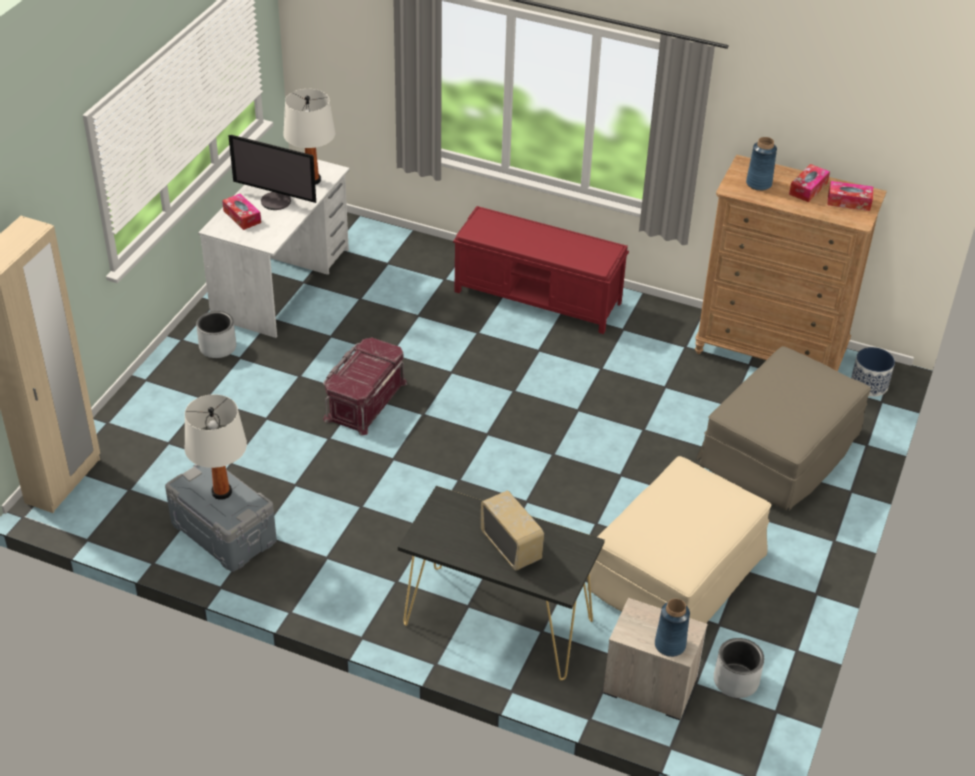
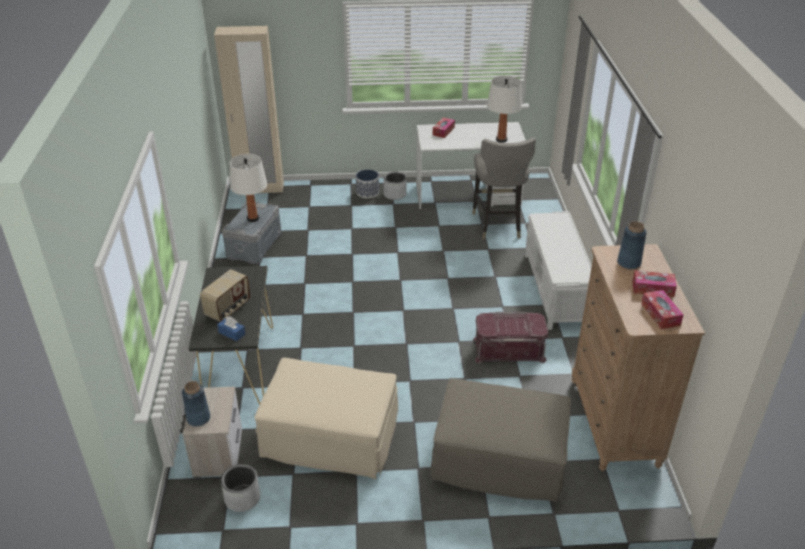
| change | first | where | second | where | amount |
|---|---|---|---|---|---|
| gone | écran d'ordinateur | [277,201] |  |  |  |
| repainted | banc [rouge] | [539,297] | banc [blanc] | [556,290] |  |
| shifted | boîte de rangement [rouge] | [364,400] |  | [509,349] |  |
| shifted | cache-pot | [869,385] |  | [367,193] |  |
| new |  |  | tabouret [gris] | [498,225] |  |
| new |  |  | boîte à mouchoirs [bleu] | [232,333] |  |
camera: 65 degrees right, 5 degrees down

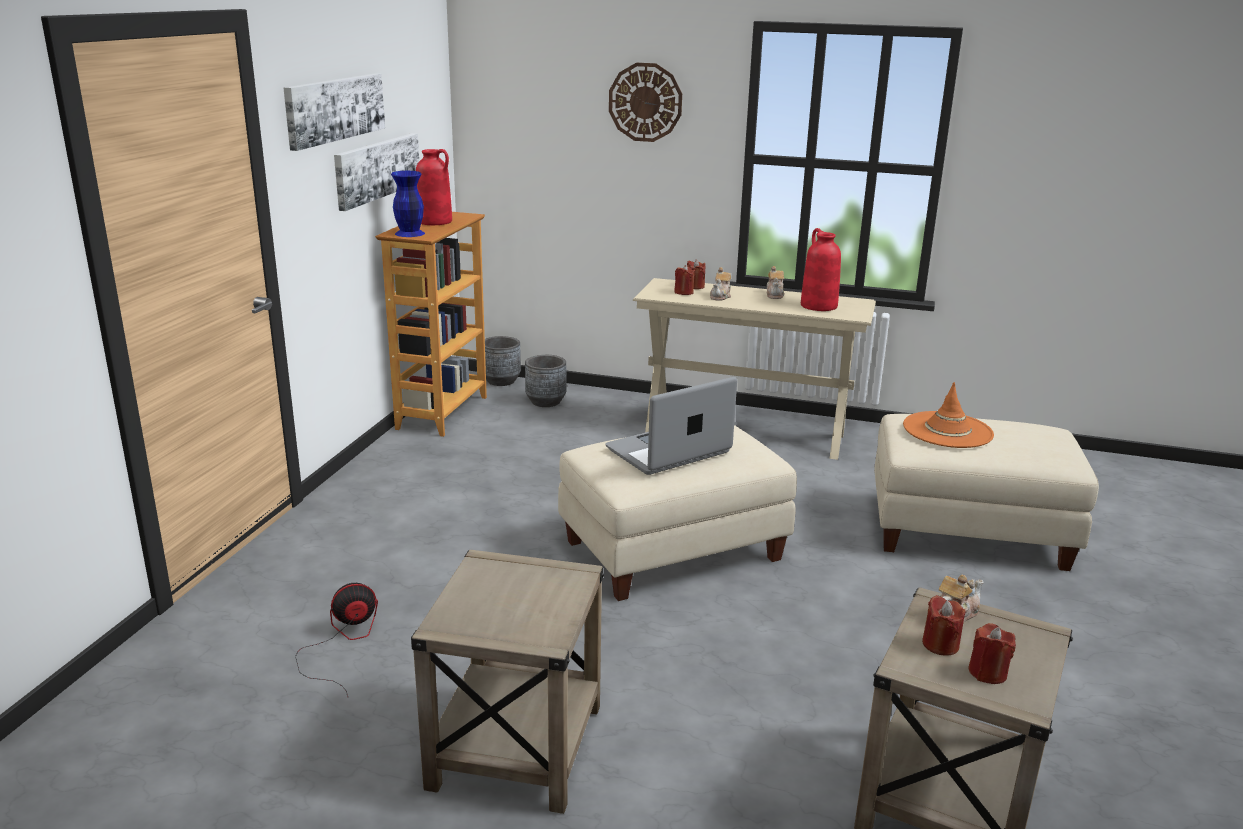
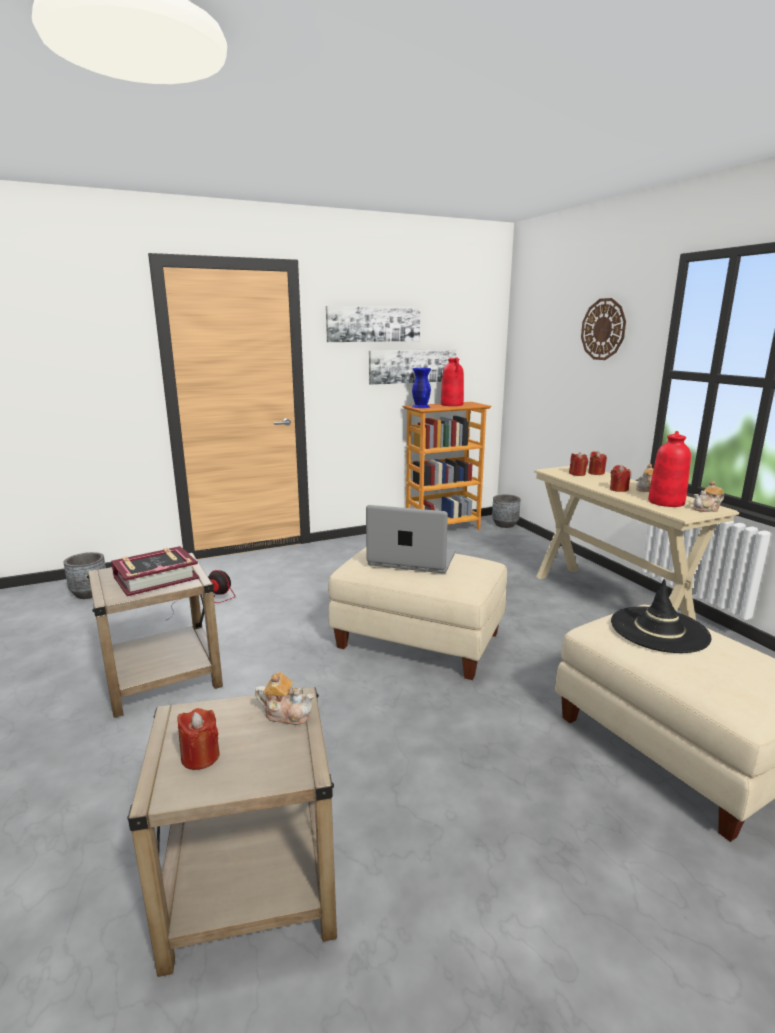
| change | first | where | second | where | amount |
|---|---|---|---|---|---|
| shifted | théière | [720,296] |  | [707,509] |  |
| shifted | cache-pot [gris] | [546,401] |  | [90,593] |  |
| repainted | chapeau [orange] | [947,430] | chapeau [noir] | [659,630] |  |
| shifted | bougie [rouge] | [940,644] |  | [618,489] |  |
| new |  |  | livre | [156,578] |  |
camera: 50 degrees right, 5 degrees down

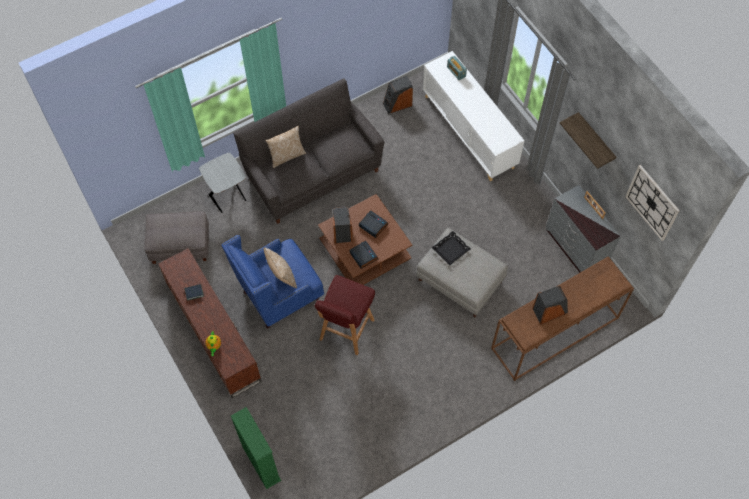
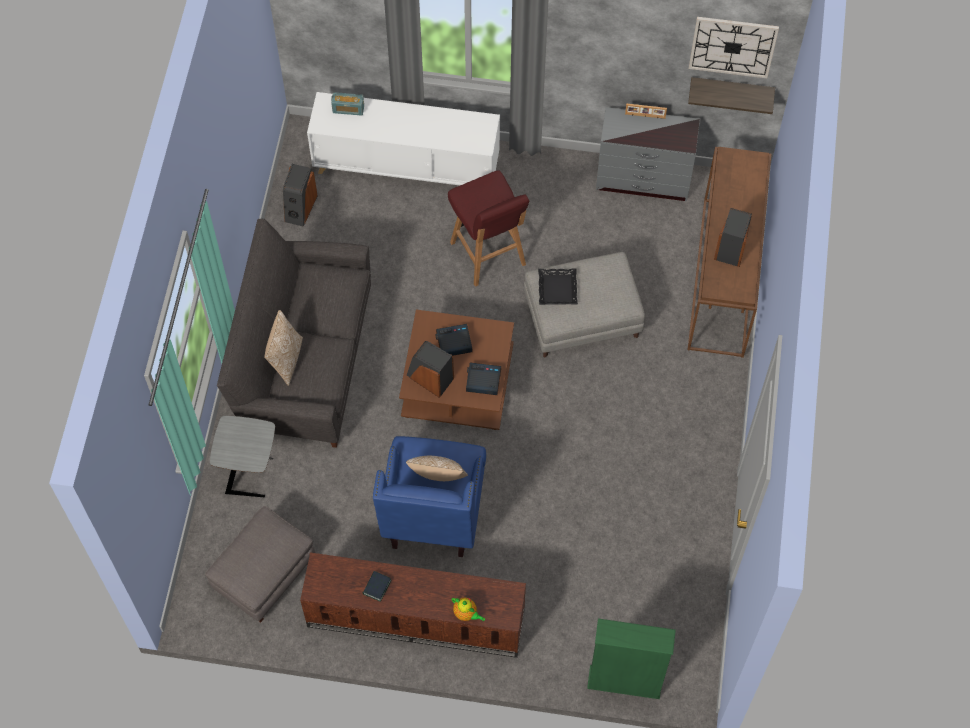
| change | first | where | second | where | amount |
|---|---|---|---|---|---|
| shifted | étagère | [595,140] |  | [731,91] |  |
| shifted | tabouret [rouge] | [346,331] |  | [488,255] |  |
camera: 50 degrees left, 0 degrees up

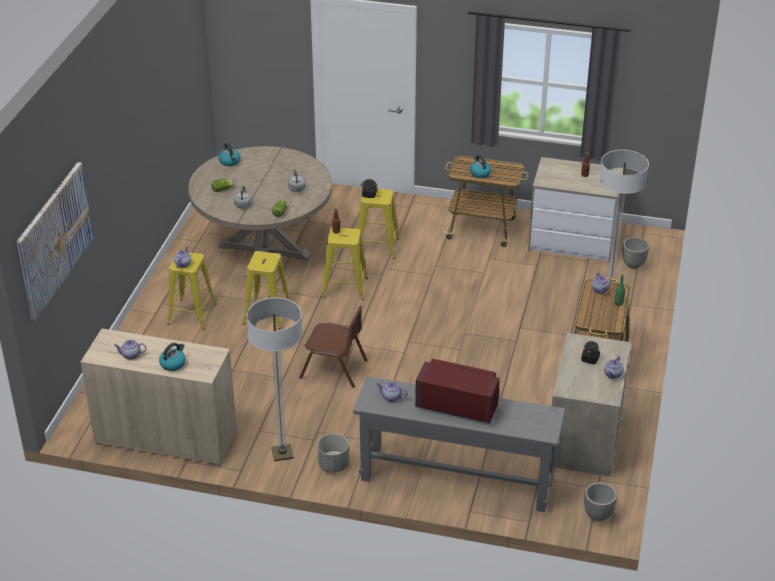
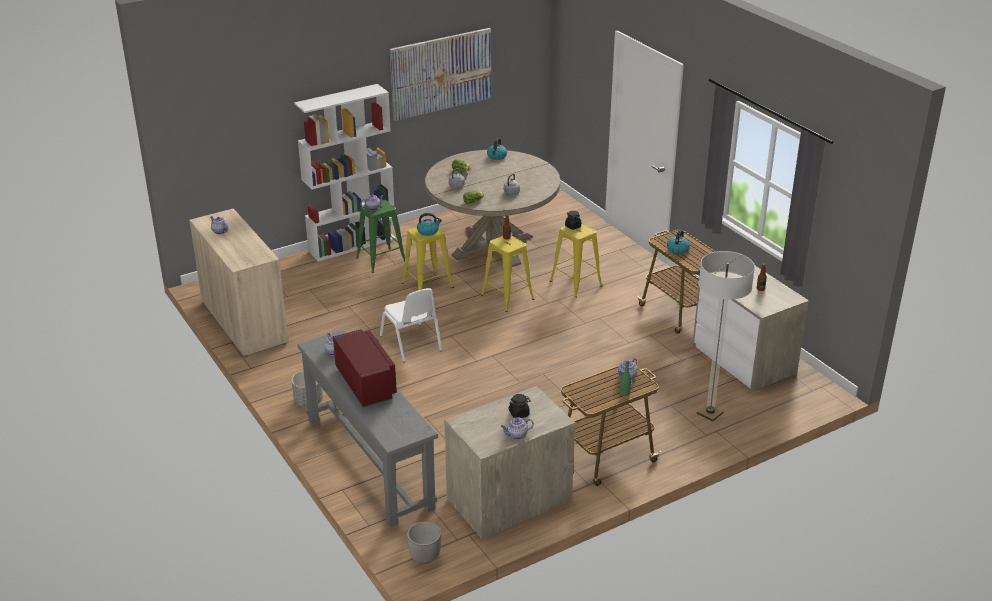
| change | first | where | second | where | amount |
|---|---|---|---|---|---|
| shifted | tableau | [54,239] |  | [441,73] |  |
| gone | cache-pot | [633,264] |  |  |  |
| repainted | tabouret [jaune] | [192,314] | tabouret [vert] | [381,260] |  |
| gone | lampadaire | [282,453] |  |  |  |
| repainted | chaise [marron] | [334,369] | chaise [blanc] | [411,343] |  |
| shifted | bouilloire | [173,364] |  | [428,231] |  |
| new |  |  | bibliothèque [blanc] | [352,244] |  |
camera: 45 degrees right, 5 degrees down

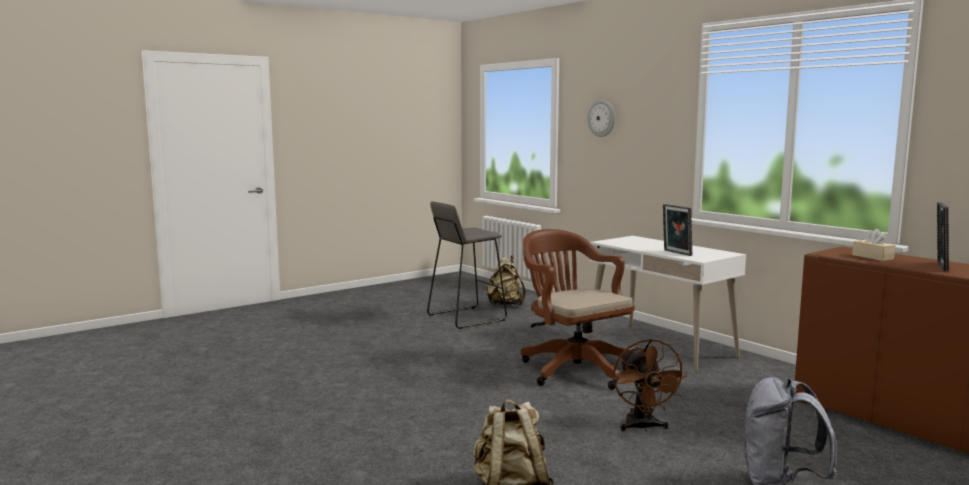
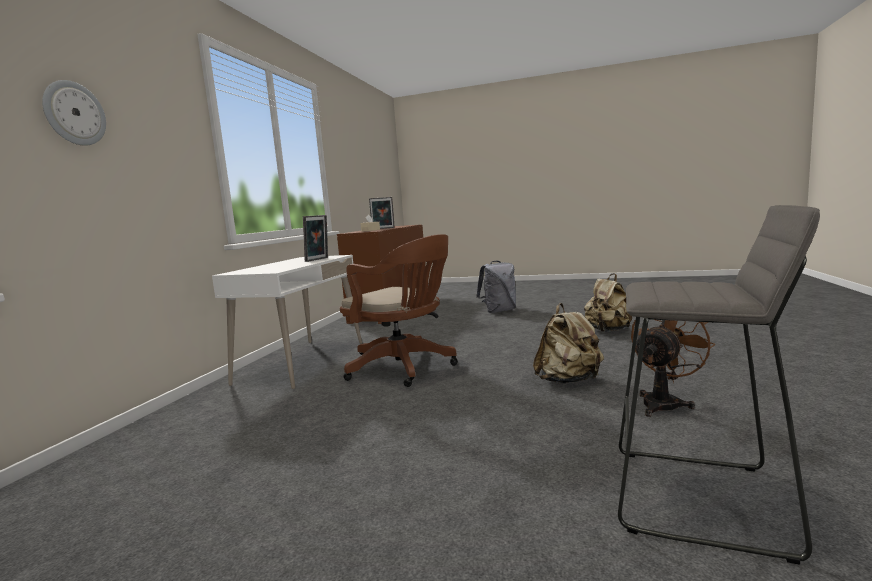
| change | first | where | second | where | amount |
|---|---|---|---|---|---|
| shifted | tabouret [gris] | [466,317] |  | [698,499] |  |
| rotated | chaise de bureau [marron] | [572,368] |  | [404,368] | 75 degrees counterclockwise |
| shifted | sac à dos [beige] | [505,305] |  | [568,381] |  |
| shifted | ventilateur [marron] | [643,427] |  | [664,402] |  |
camera: 125 degrees left, 0 degrees up

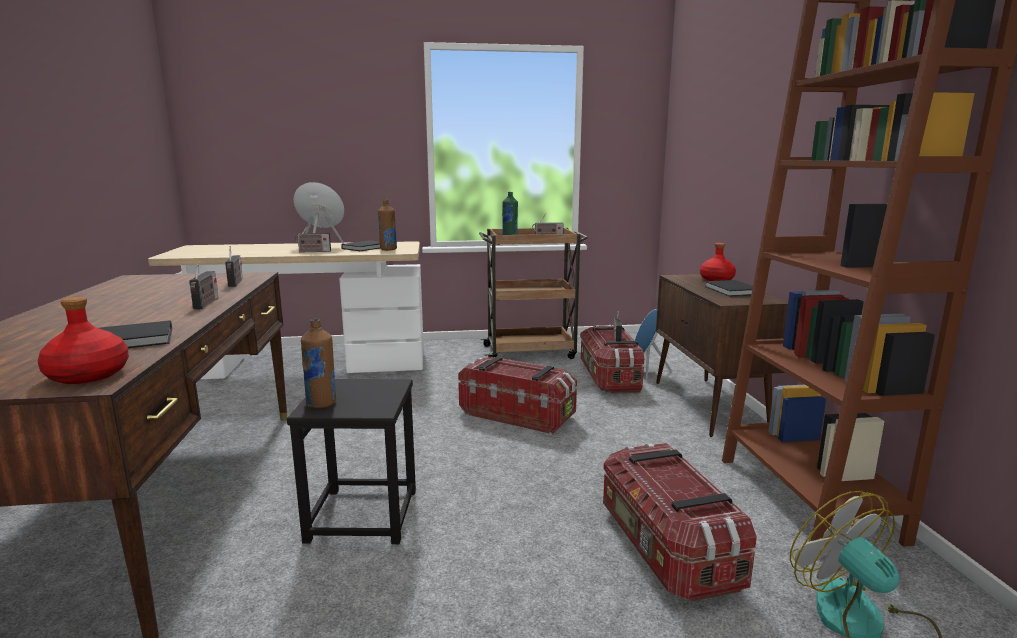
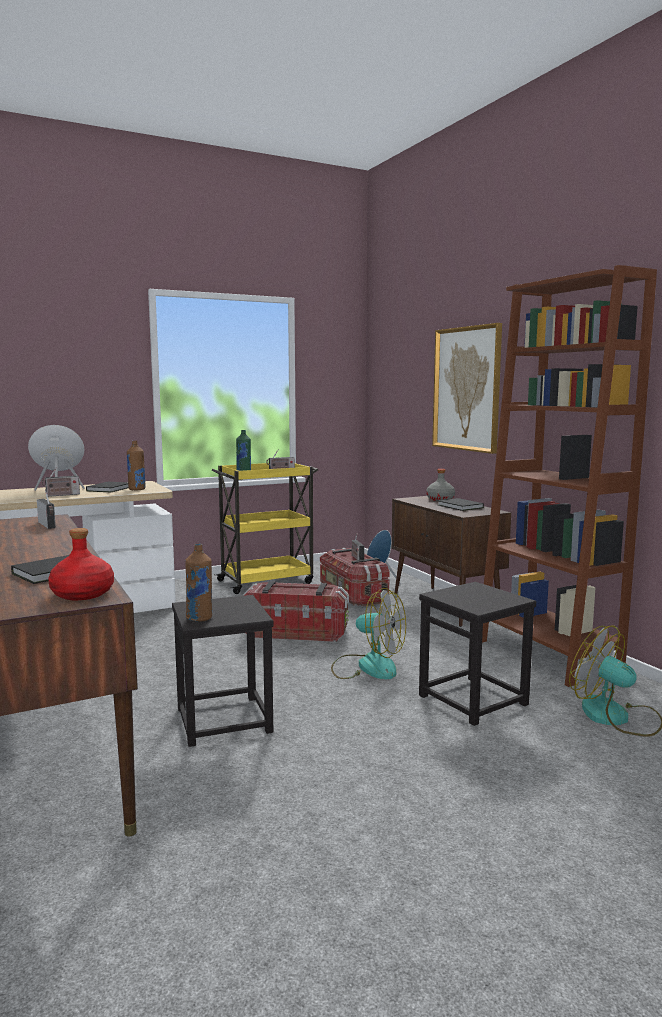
| change | first | where | second | where | amount |
|---|---|---|---|---|---|
| repainted | chariot [marron] | [531,352] | chariot [jaune] | [267,581] |  |
| repainted | bouteille [rouge] | [716,279] | bouteille [gris] | [440,499] |  |
| gone | radio | [206,304] |  |  |  |
| swapped | boîte de rangement | [666,548] | tabouret [noir] | [473,700] |  |
| new |  |  | tableau | [467,389] |  |
| new |  |  | ventilateur | [367,666] |  |
camera: 20 degrees left, 5 degrees down

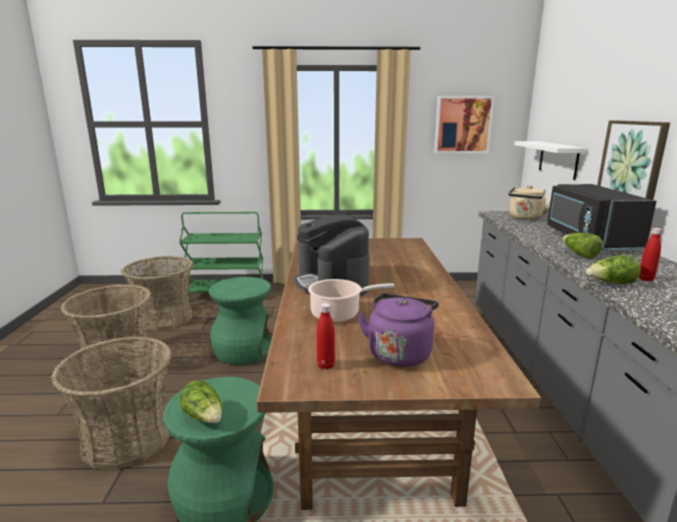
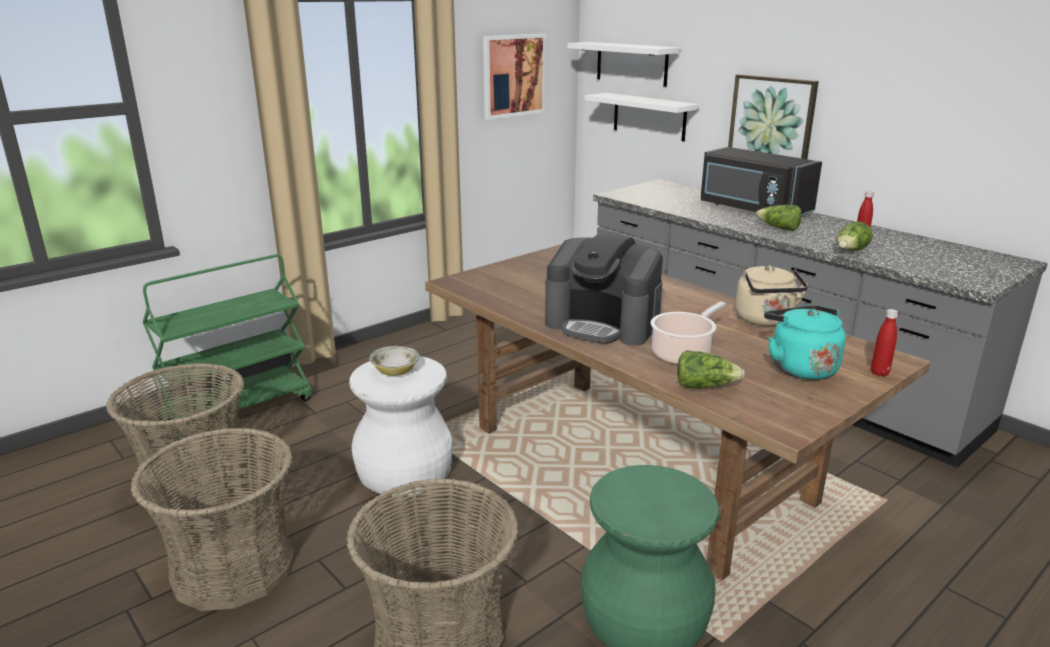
| change | first | where | second | where | amount |
|---|---|---|---|---|---|
| shifted | bouilloire [beige] | [525,218] |  | [765,320] |  |
| repainted | tabouret [vert] | [243,350] | tabouret [blanc] | [403,470] |  |
| repainted | bouilloire [violet] | [400,353] | bouilloire [turquoise] | [799,367] |  |
| shifted | bouteille [rouge] | [326,365] |  | [879,373] |  |
| shifted | laitue | [204,417] |  | [704,386] |  |
| new |  |  | étagère [blanc] | [631,63] |  |
| new |  |  | bol | [395,371] |  |
camera: 40 degrees left, 5 degrees up

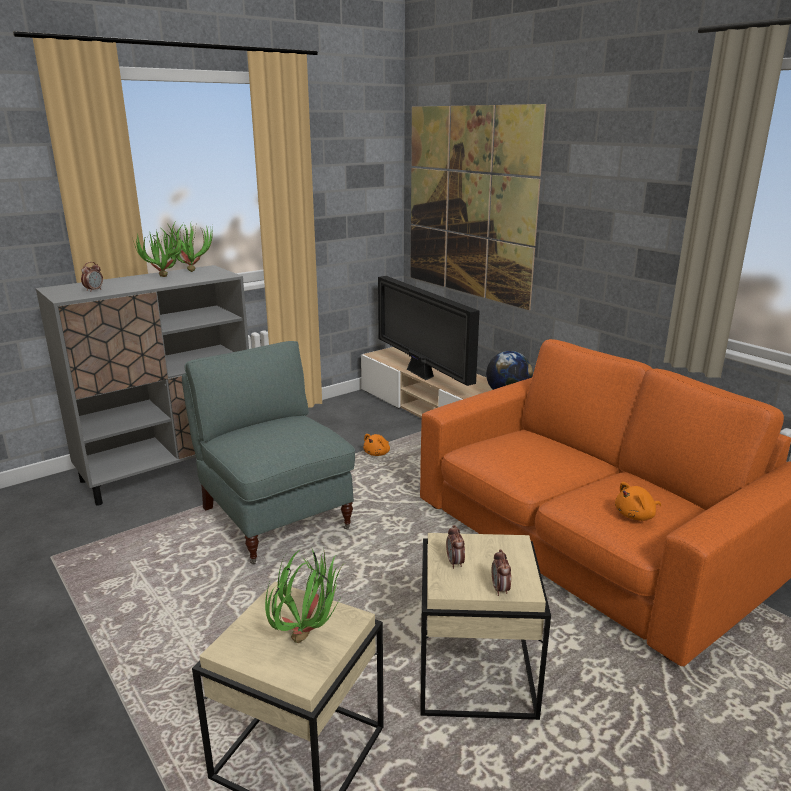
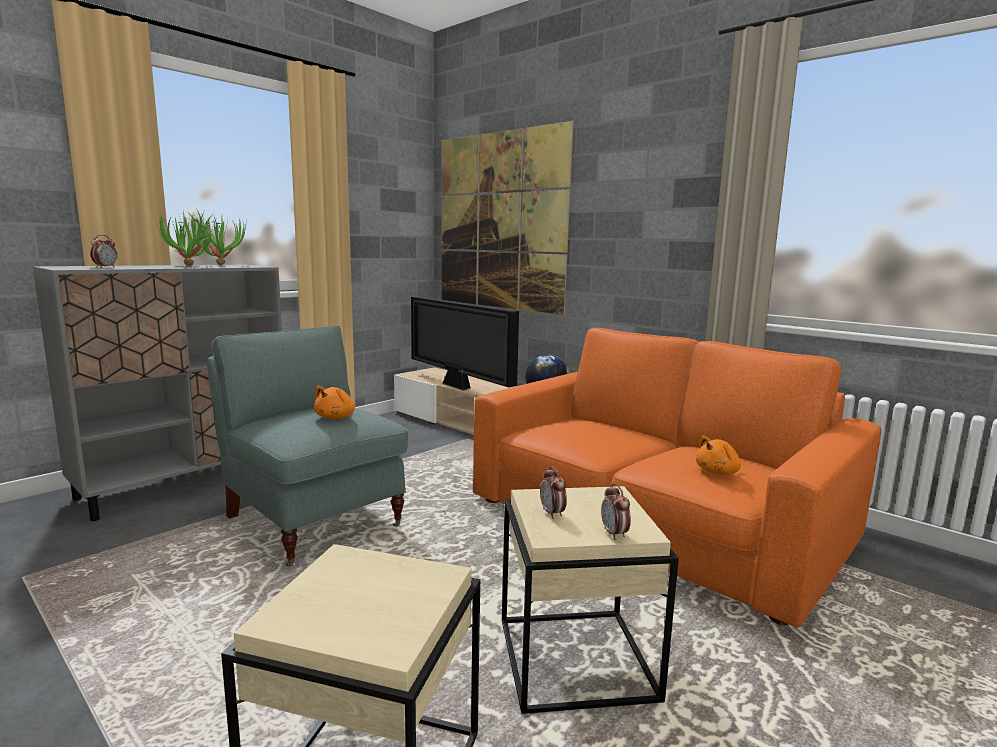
| change | first | where | second | where | amount |
|---|---|---|---|---|---|
| shifted | peluche [orange] | [377,453] |  | [336,417] |  |
| gone | plante en pot | [311,636] |  |  |  |
camera: 10 degrees left, 10 degrees down

